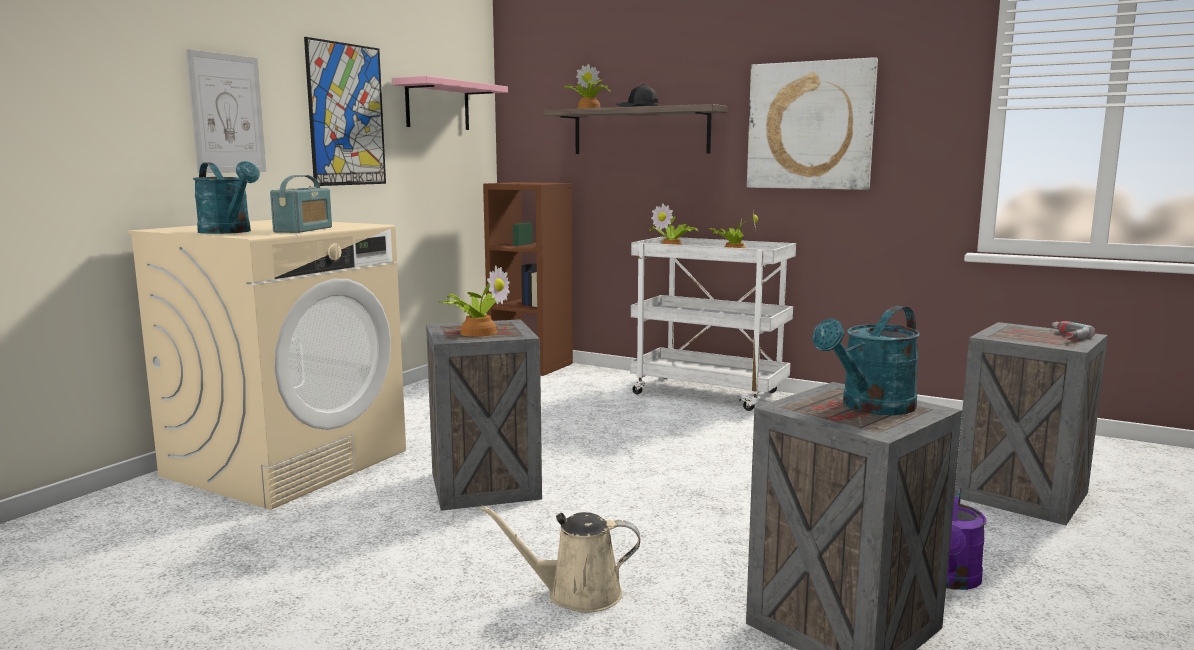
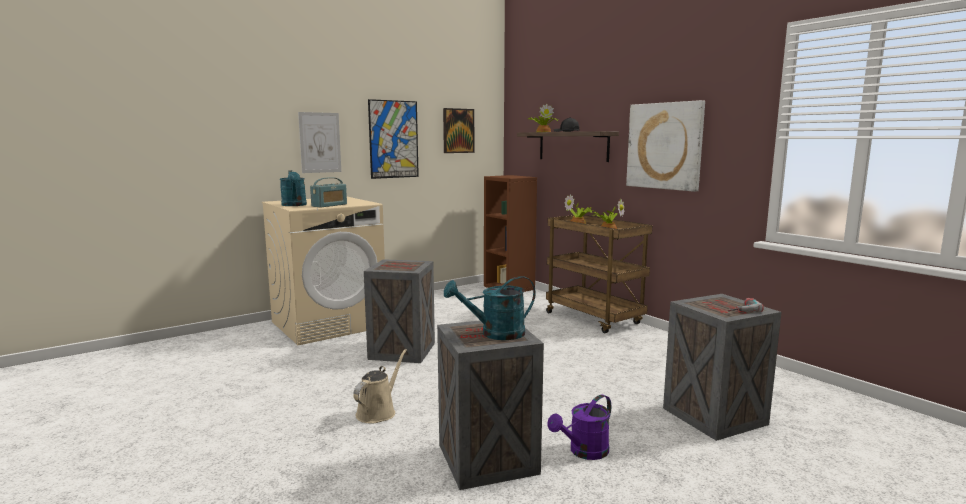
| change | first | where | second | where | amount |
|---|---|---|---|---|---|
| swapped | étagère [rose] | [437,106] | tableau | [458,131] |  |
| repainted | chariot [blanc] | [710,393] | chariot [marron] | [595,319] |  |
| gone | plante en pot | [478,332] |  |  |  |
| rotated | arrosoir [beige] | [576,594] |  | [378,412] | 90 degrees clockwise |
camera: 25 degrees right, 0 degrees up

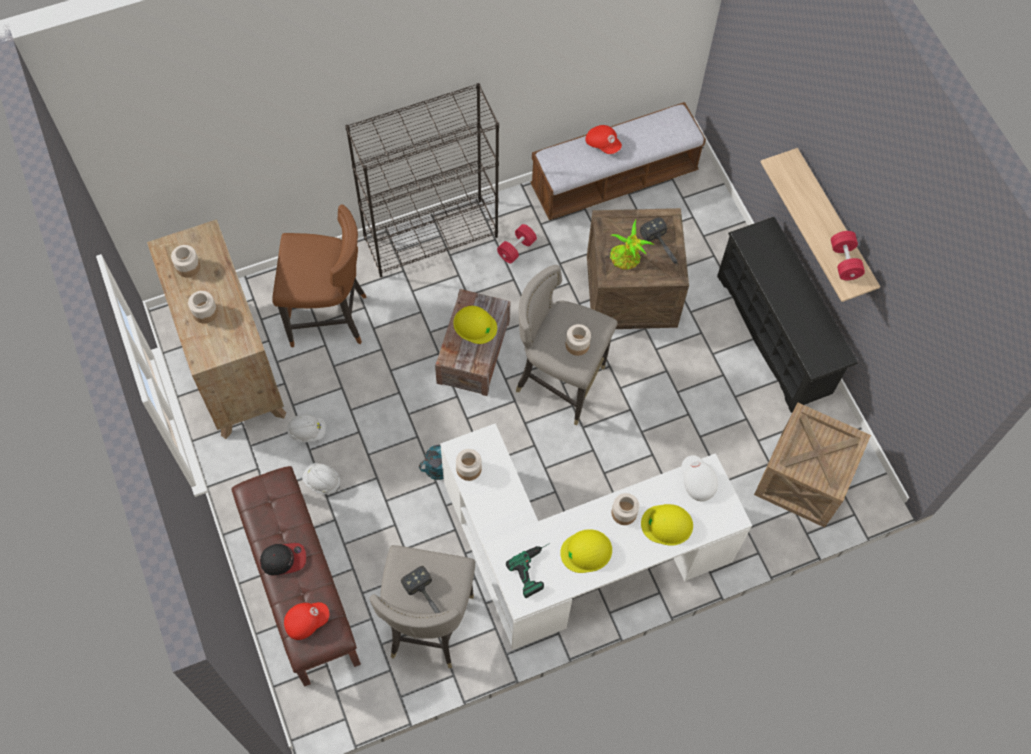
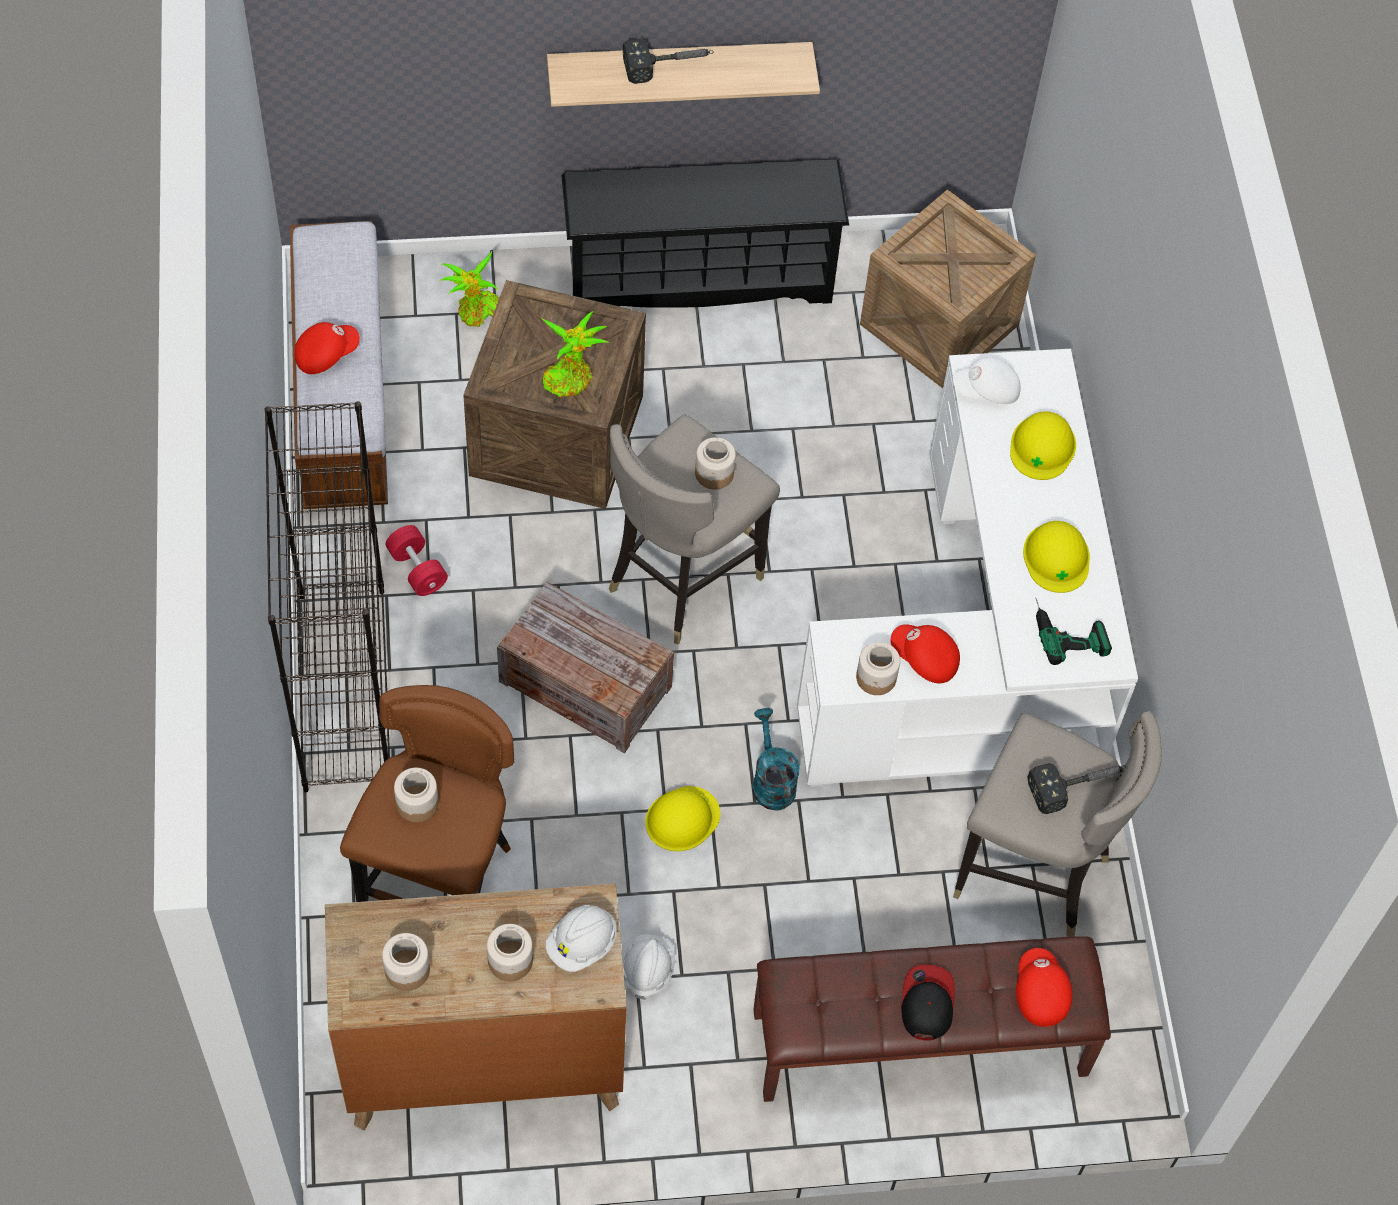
| change | first | where | second | where | amount |
|---|---|---|---|---|---|
| shifted | marteau | [662,248] |  | [669,65] |  |
| gone | haltère [rouge] | [844,262] |  |  |  |
| shifted | casque de chantier [jaune] | [474,325] |  | [682,818] |  |
| shifted | casque de chantier [blanc] | [322,481] |  | [582,944] |  |
| shifted | bocal | [624,513] |  | [417,803] |  |
| new |  |  | plante en pot | [477,312] |  |
| new |  |  | casquette [rouge] | [924,659] |  |
camera: 75 degrees left, 5 degrees down

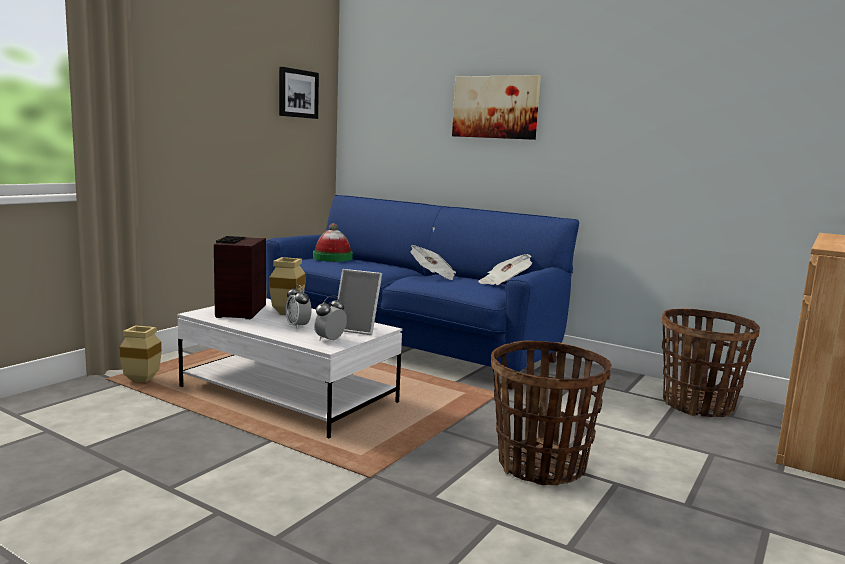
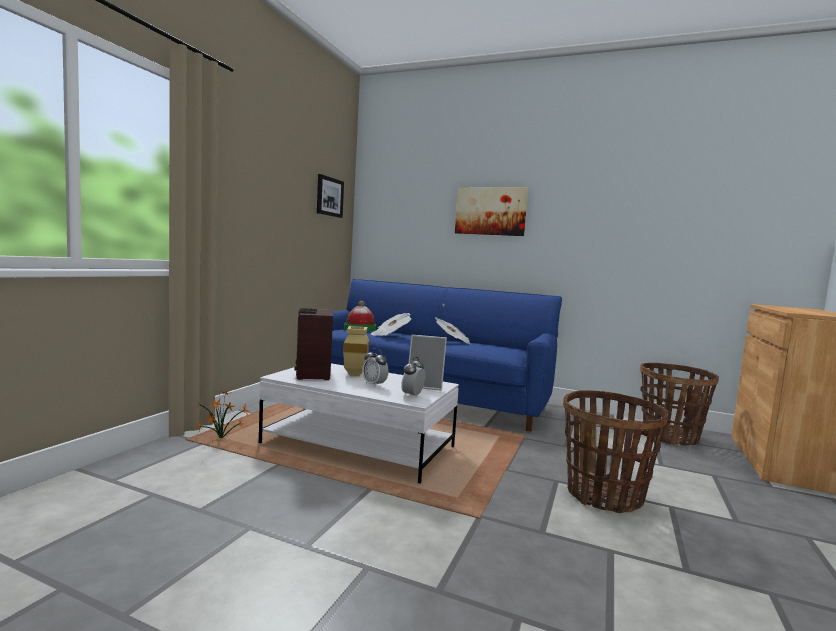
| change | first | where | second | where | amount |
|---|---|---|---|---|---|
| shifted | journal | [504,283] |  | [390,335] |  |
| swapped | vase [beige] | [144,381] | plante en pot | [222,439] |  |
camera: 10 degrees left, 5 degrees down

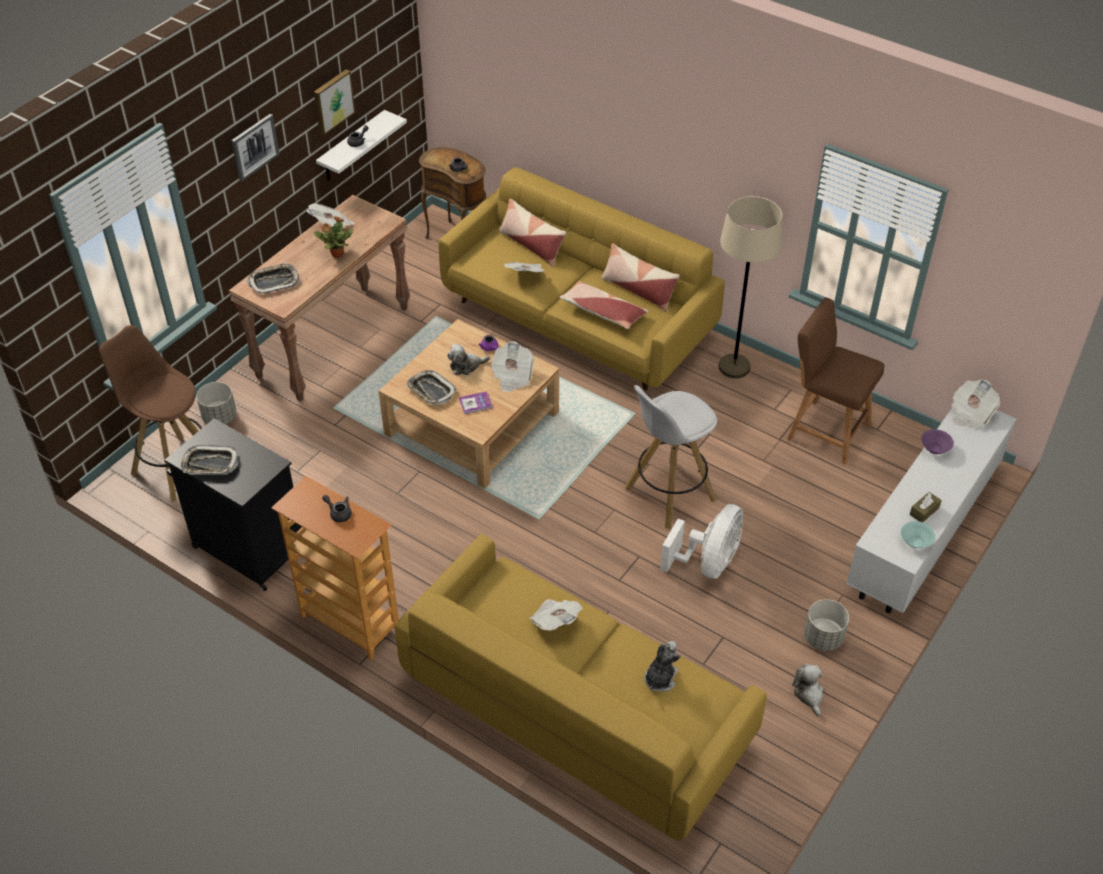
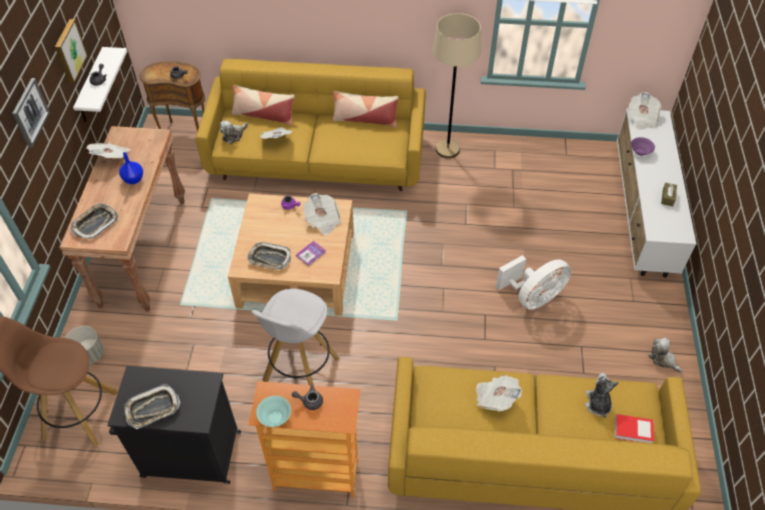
| change | first | where | second | where | amount |
|---|---|---|---|---|---|
| swapped | plante en pot | [337,254] | vase [bleu] | [133,179] |  |
| gone | coussin | [602,312] |  |  |  |
| gone | tabouret [marron] | [824,430] |  |  |  |
| shifted | peluche | [466,366] |  | [234,135] |  |
| shifted | tabouret [blanc] | [668,495] |  | [300,370] |  |
| rotated | ventilateur [blanc] | [708,563] |  | [533,297] | 60 degrees clockwise |
| shifted | bol [turquoise] | [915,542] |  | [275,416] |  |
| gone | cache-pot [gris] | [823,637] |  |  |  |
| new |  |  | livre | [633,430] |  |
camera: 30 degrees left, 5 degrees up

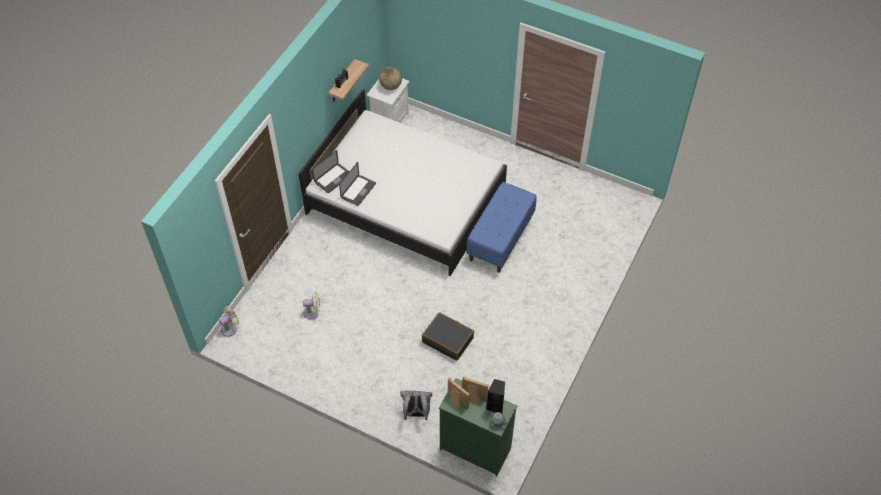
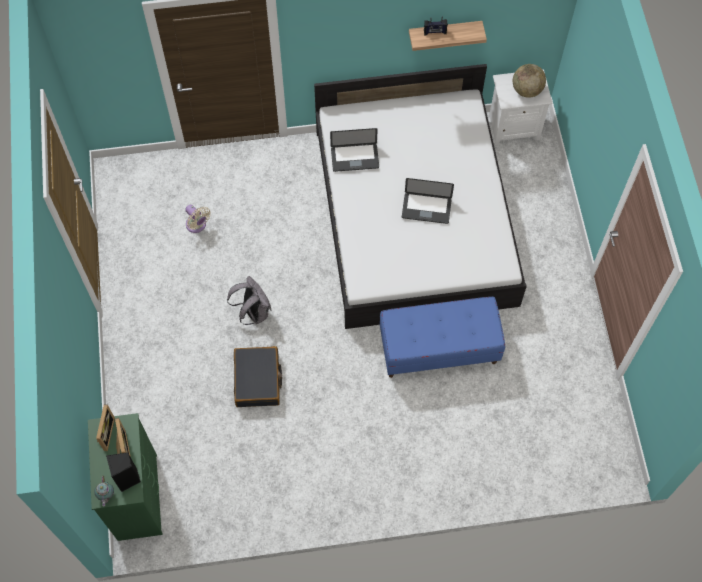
| change | first | where | second | where | amount |
|---|---|---|---|---|---|
| shifted | ordinateur portable | [333,178] |  | [426,208] |  |
| gone | ventilateur [beige] | [230,328] |  |  |  |
| shifted | sac à dos [gris] | [416,413] |  | [253,312] |  |
camera: 55 degrees right, 10 degrees up

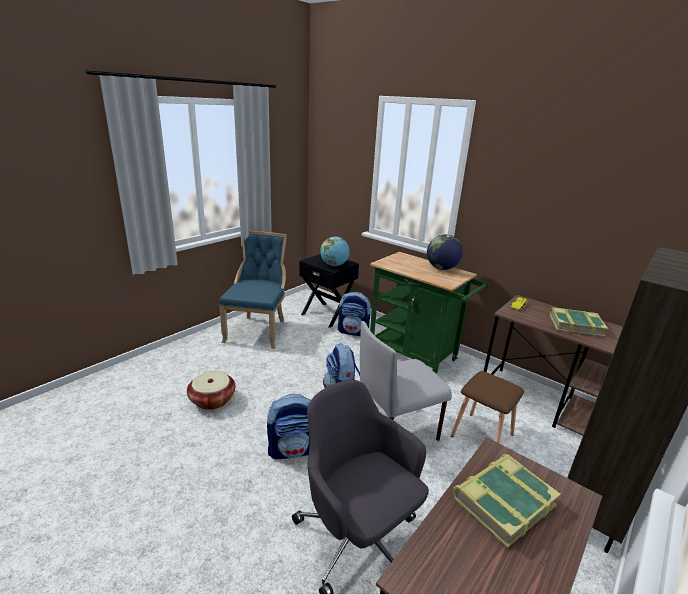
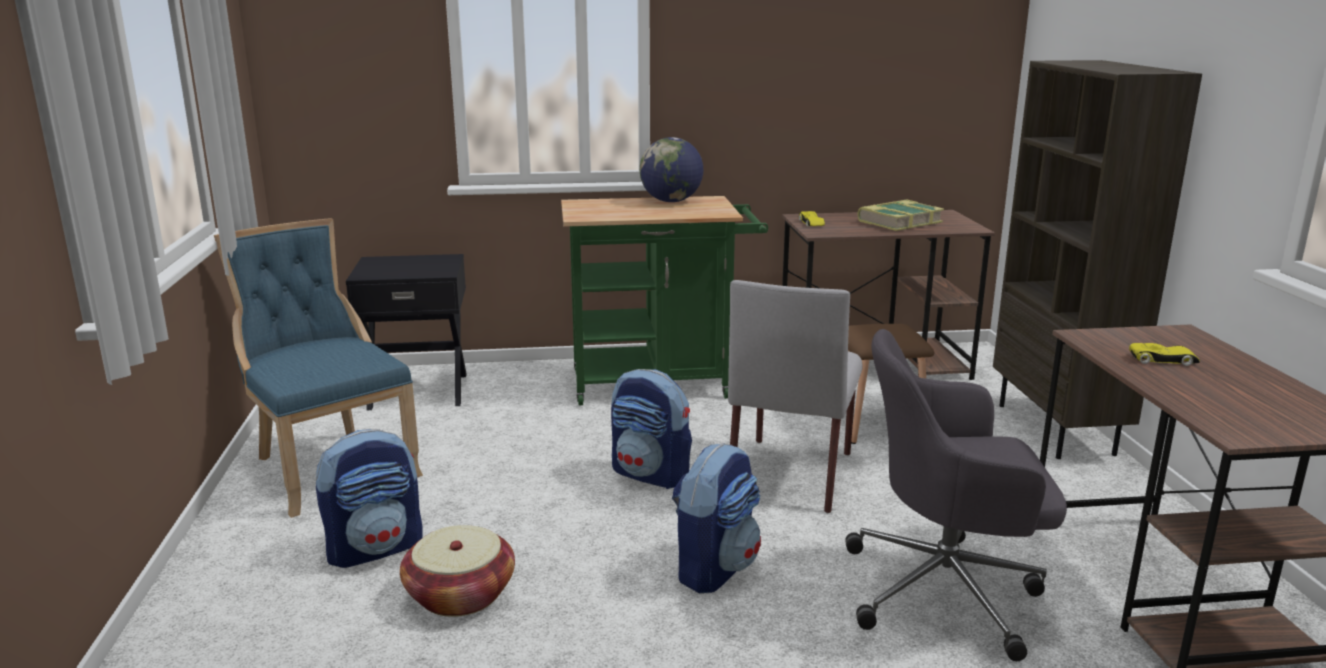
| change | first | where | second | where | amount |
|---|---|---|---|---|---|
| gone | globe | [334,265] |  |  |  |
| shifted | sac à dos | [354,332] |  | [375,548] |  |
| swapped | livre | [502,501] | petite voiture [jaune] | [1162,360] |  |
camera: 45 degrees left, 5 degrees down

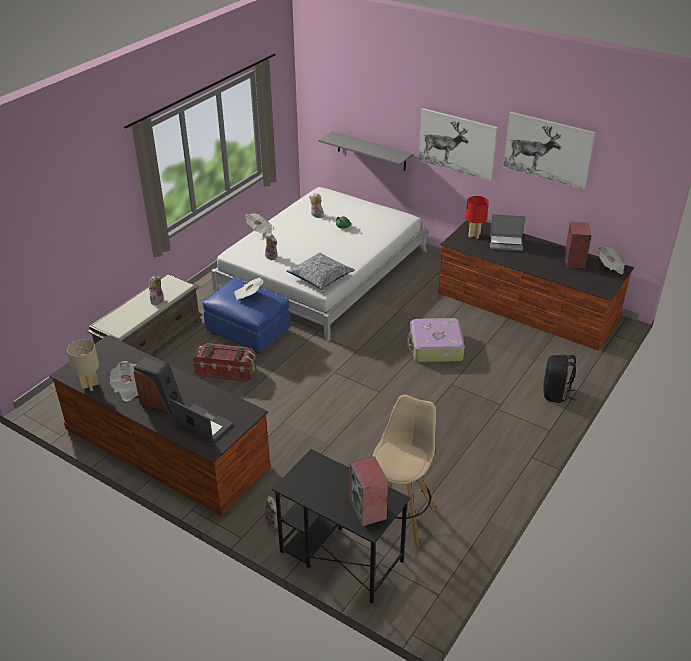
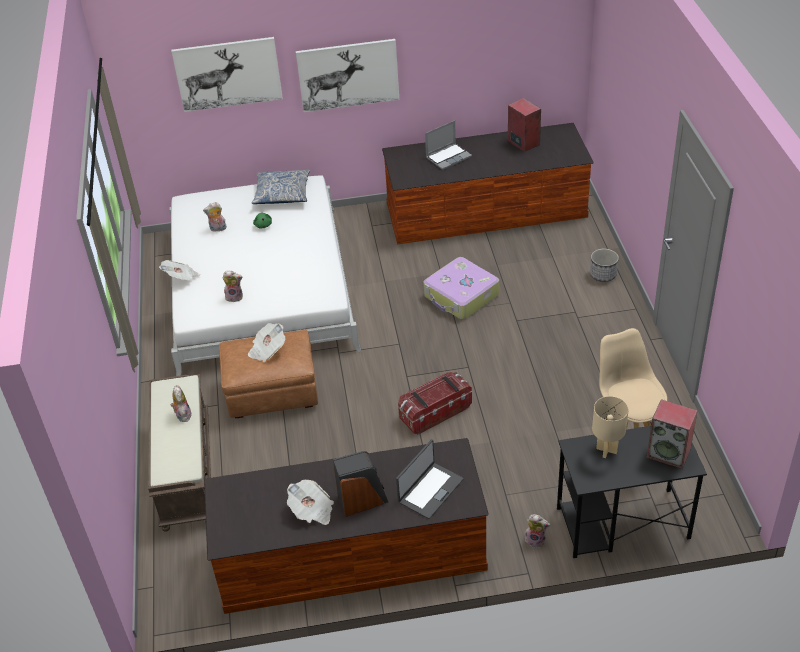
| change | first | where | second | where | amount |
|---|---|---|---|---|---|
| shifted | tableau | [547,149] |  | [228,74] |  |
| gone | étagère [gris] | [371,151] |  |  |  |
| gone | lampe de table [rouge] | [474,235] |  |  |  |
| gone | journal | [610,267] |  |  |  |
| shifted | coussin | [320,277] |  | [282,193] |  |
| repainted | pouf [bleu] | [248,332] | pouf [marron] | [272,393] |  |
| shifted | lampe de table [beige] | [90,385] |  | [606,450] |  |
| shifted | boîte de rangement | [226,371] |  | [434,412] |  |
| swapped | sac à dos [noir] | [556,394] | cache-pot | [603,275] |  |
| rotated | ordinateur portable | [202,424] |  | [430,490] | 135 degrees clockwise |
camera: 40 degrees left, 5 degrees up

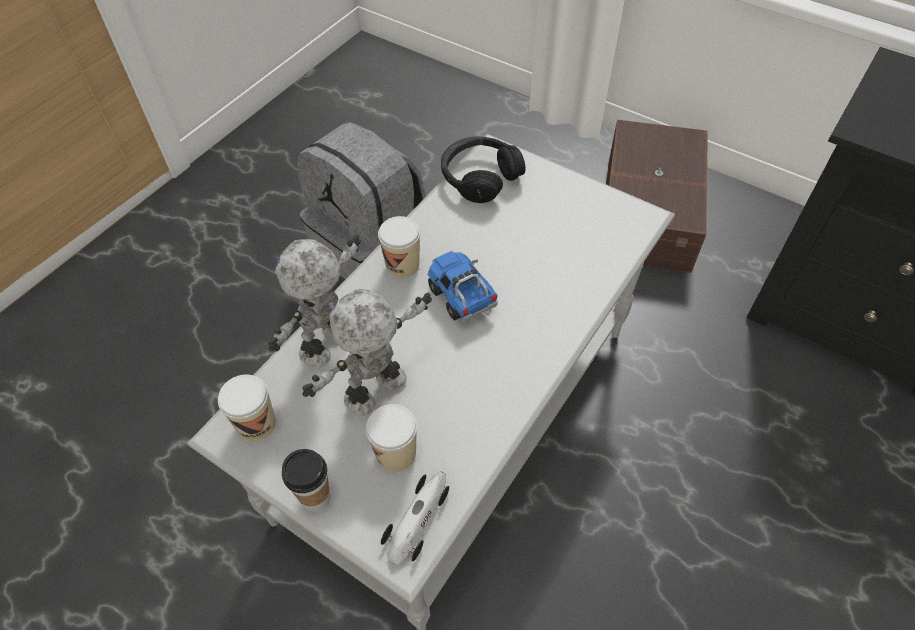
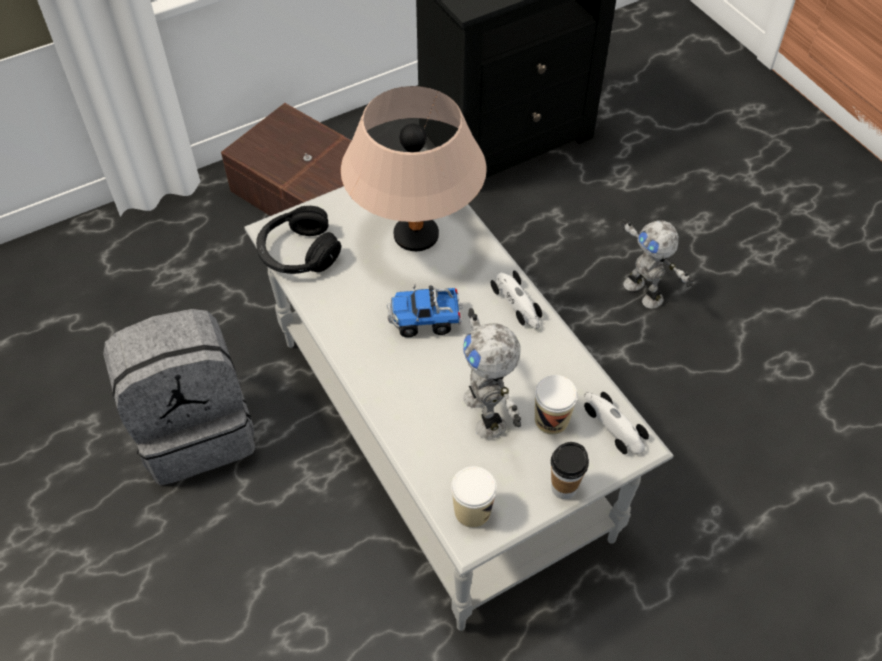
| change | first | where | second | where | amount |
|---|---|---|---|---|---|
| gone | tasse | [402,265] |  |  |  |
| shifted | robot jouet | [329,342] |  | [644,291] |  |
| new |  |  | lampe de table [beige] | [415,236] |  |
| new |  |  | petite voiture | [517,303] |  |
camera: 65 degrees left, 0 degrees up

